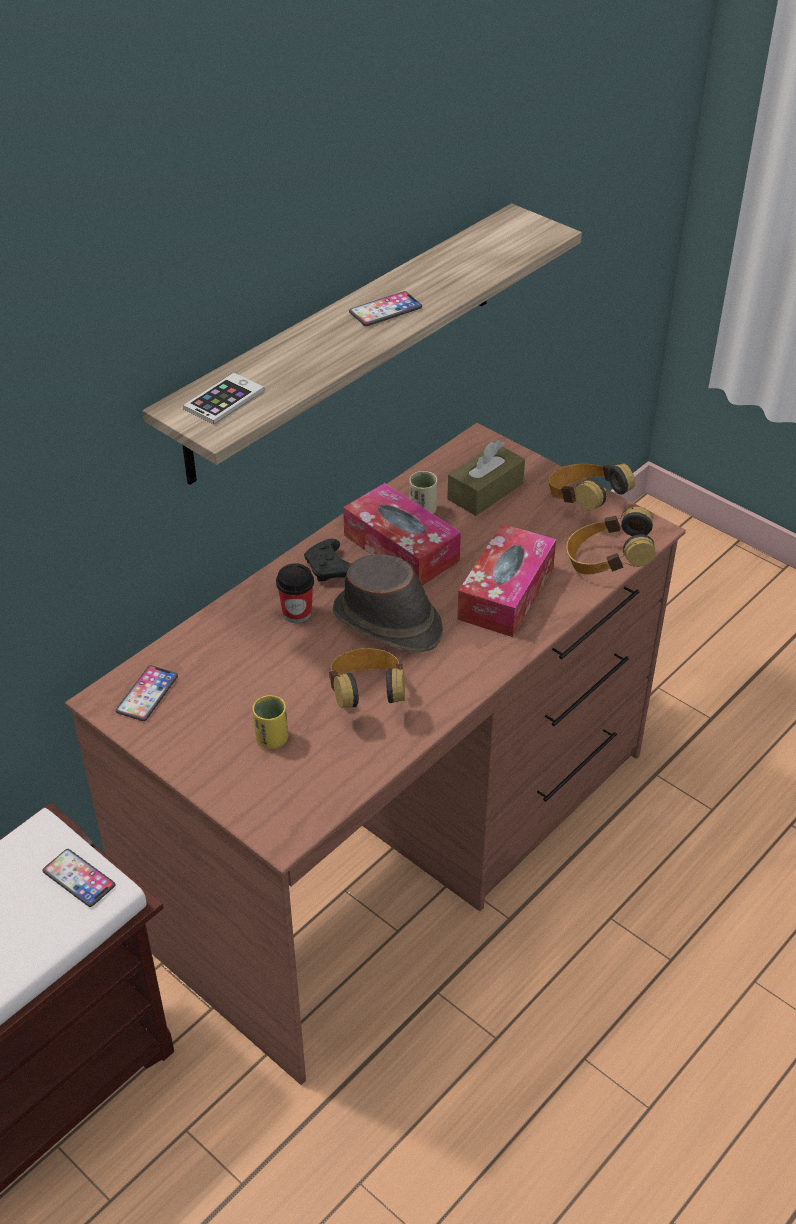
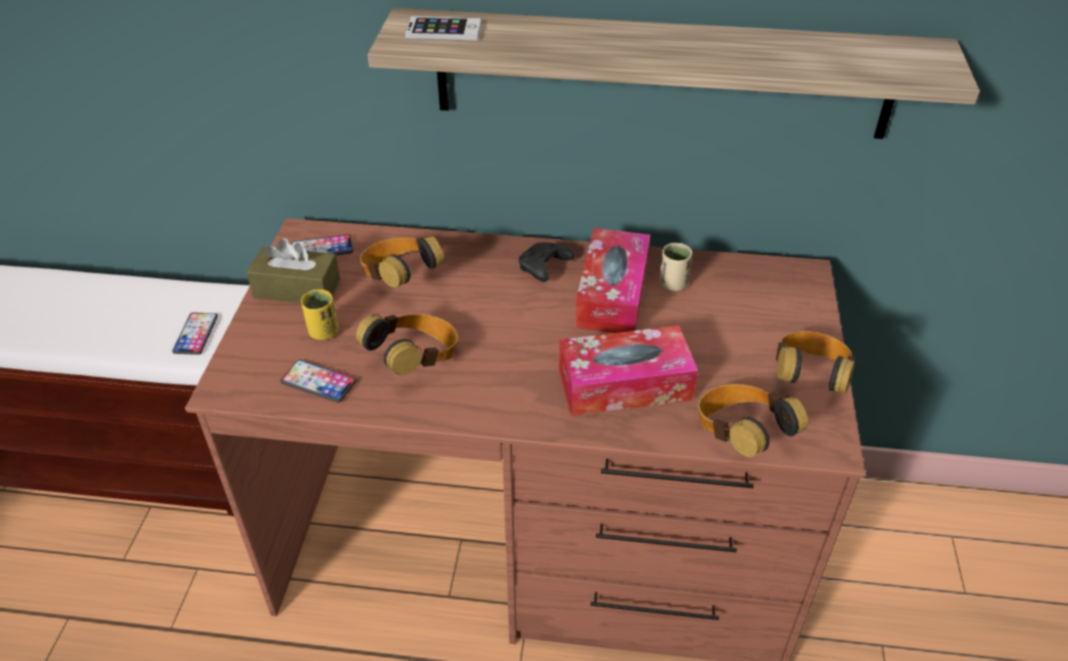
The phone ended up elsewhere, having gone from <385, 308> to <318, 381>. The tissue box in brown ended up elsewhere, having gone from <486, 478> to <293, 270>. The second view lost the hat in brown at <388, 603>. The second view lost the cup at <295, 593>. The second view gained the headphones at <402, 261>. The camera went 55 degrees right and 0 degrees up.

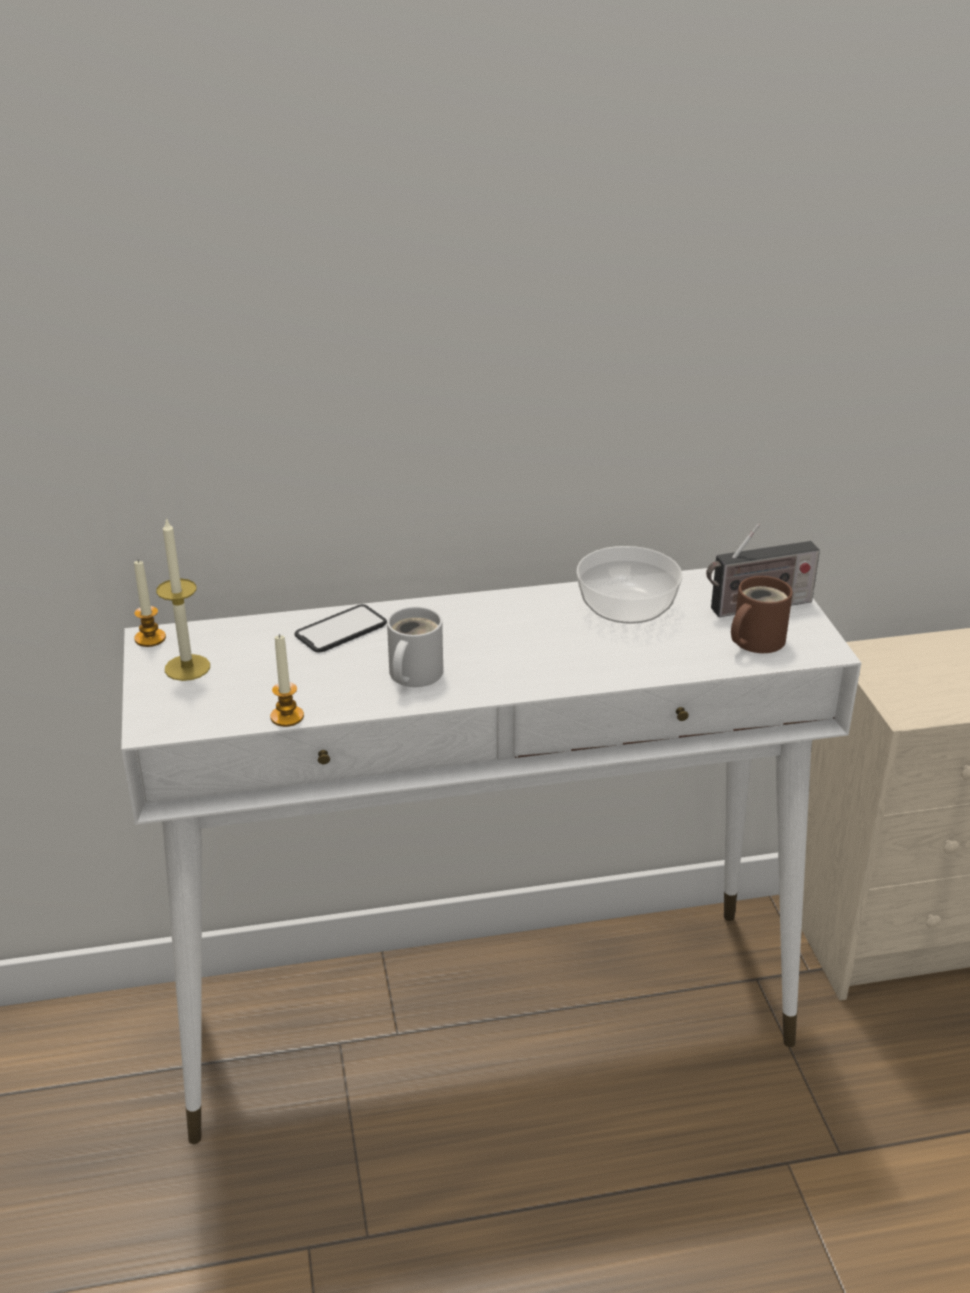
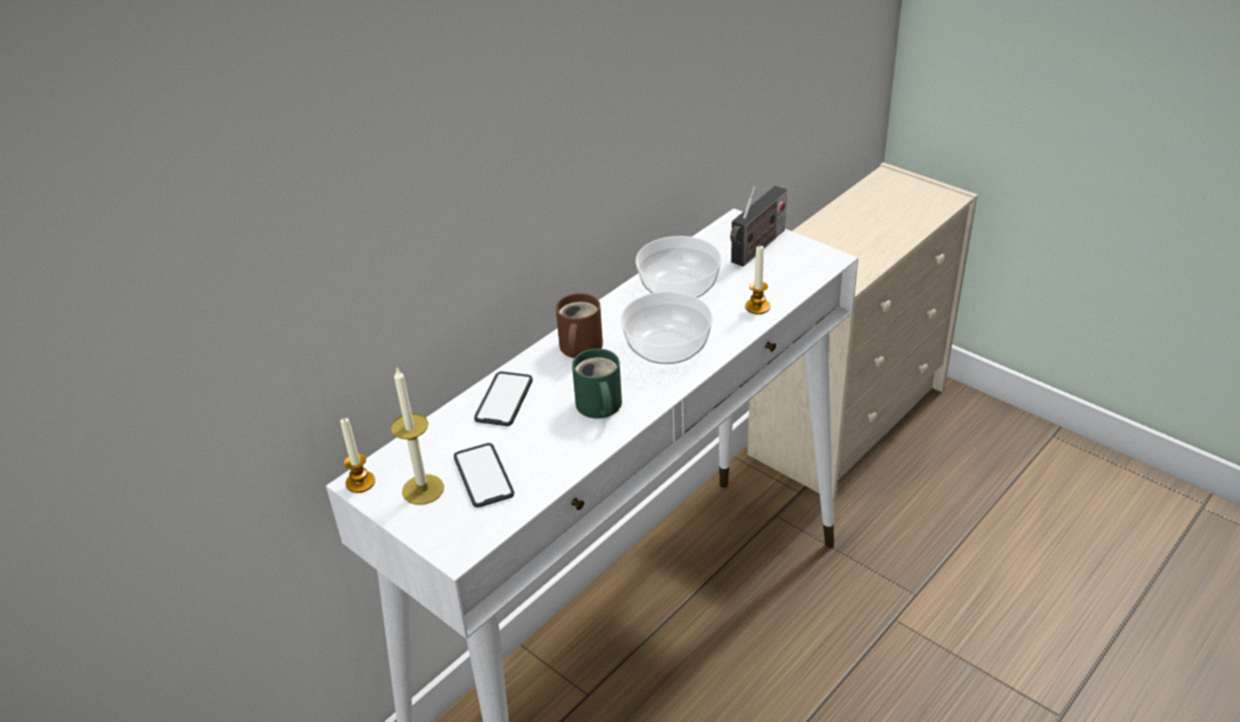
The mug in brown ended up elsewhere, having gone from <762, 614> to <579, 325>. What was the mug in white at <415, 647> turned into the mug in green at <597, 384>. The candle ended up elsewhere, having gone from <287, 680> to <757, 280>. The second view gained the bowl at <667, 327>. The second view gained the phone at <484, 475>. The camera went 35 degrees left and 5 degrees up.

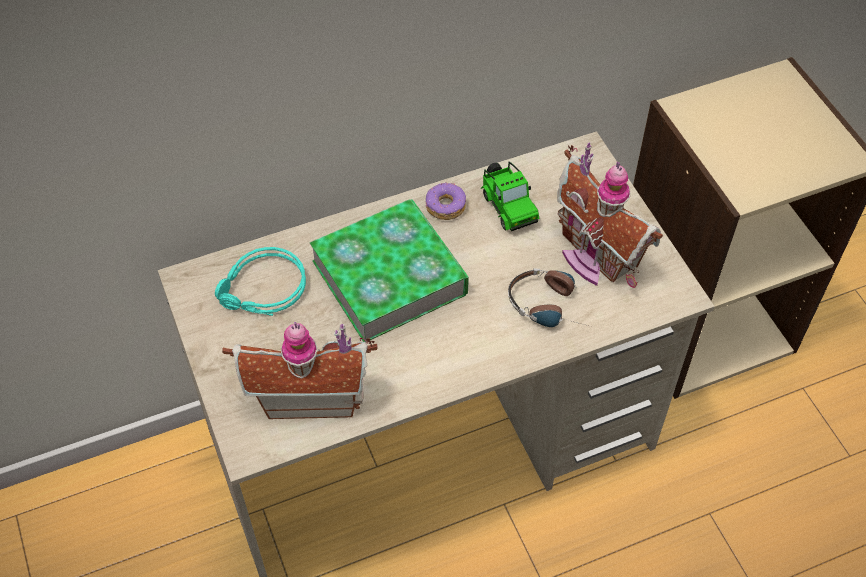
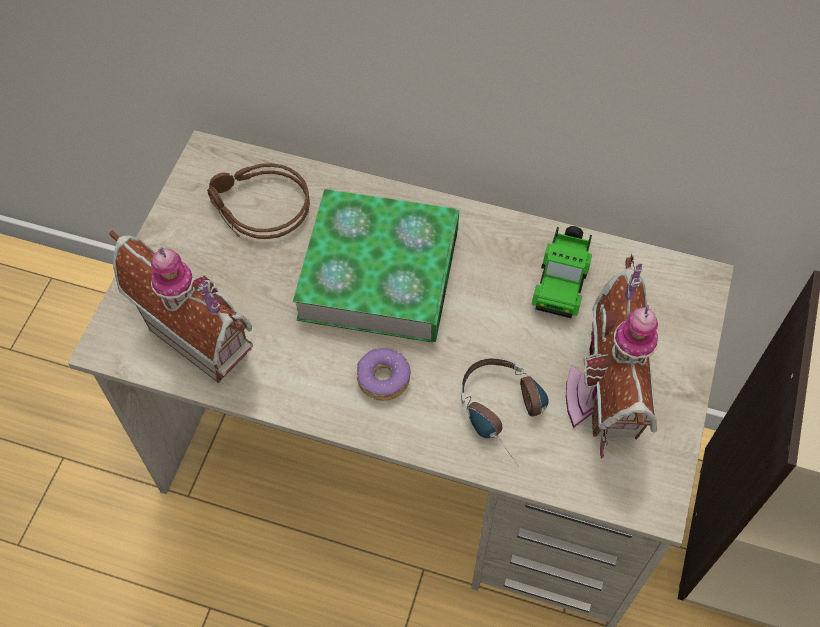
The donut ended up elsewhere, having gone from <446, 201> to <383, 374>. What was the headphones in turquoise at <260, 281> turned into the headphones in brown at <258, 201>. The camera went 40 degrees right and 5 degrees up.

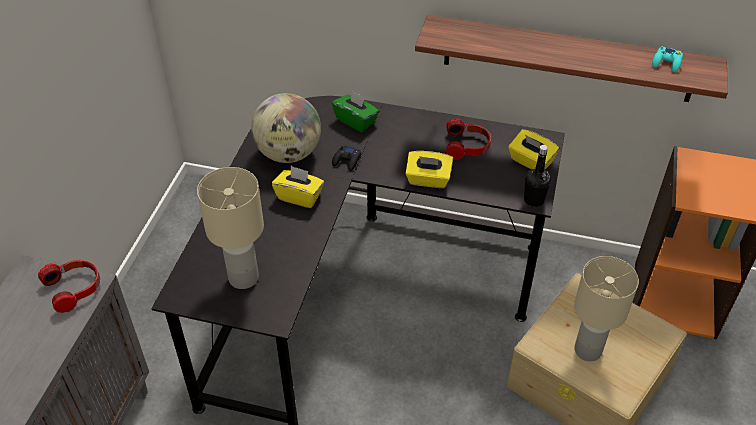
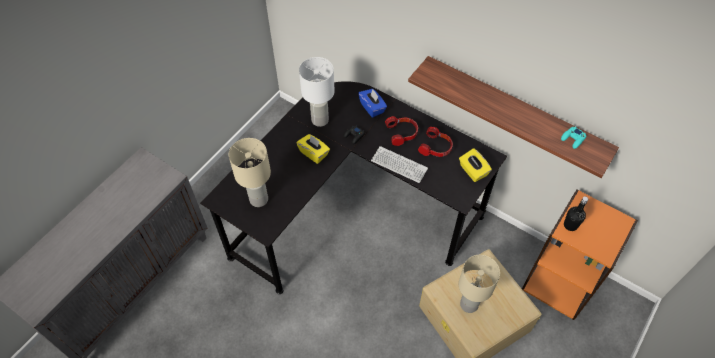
What was the tissue box in green at <355, 111> turned into the tissue box in blue at <372, 103>. Where the globe stood at <286, 128>, the table lamp in white came to stand at <317, 92>. The bottle in black ended up elsewhere, having gone from <537, 176> to <576, 213>. Where the tissue box in yellow stood at <429, 169>, the keyboard came to stand at <399, 164>. The headphones ended up elsewhere, having gone from <69, 286> to <401, 131>. The camera went 20 degrees right and 10 degrees up.

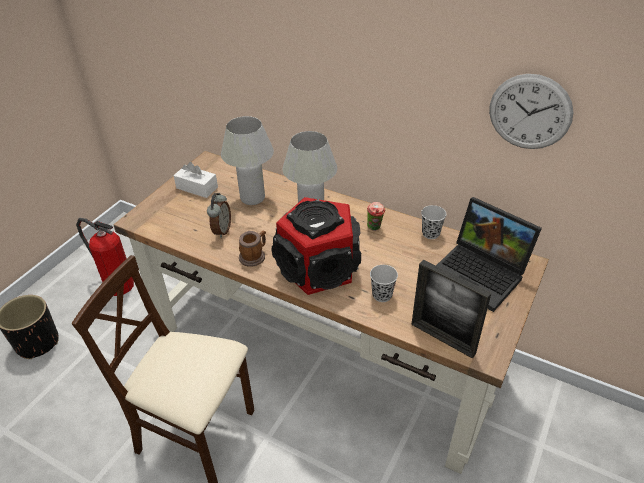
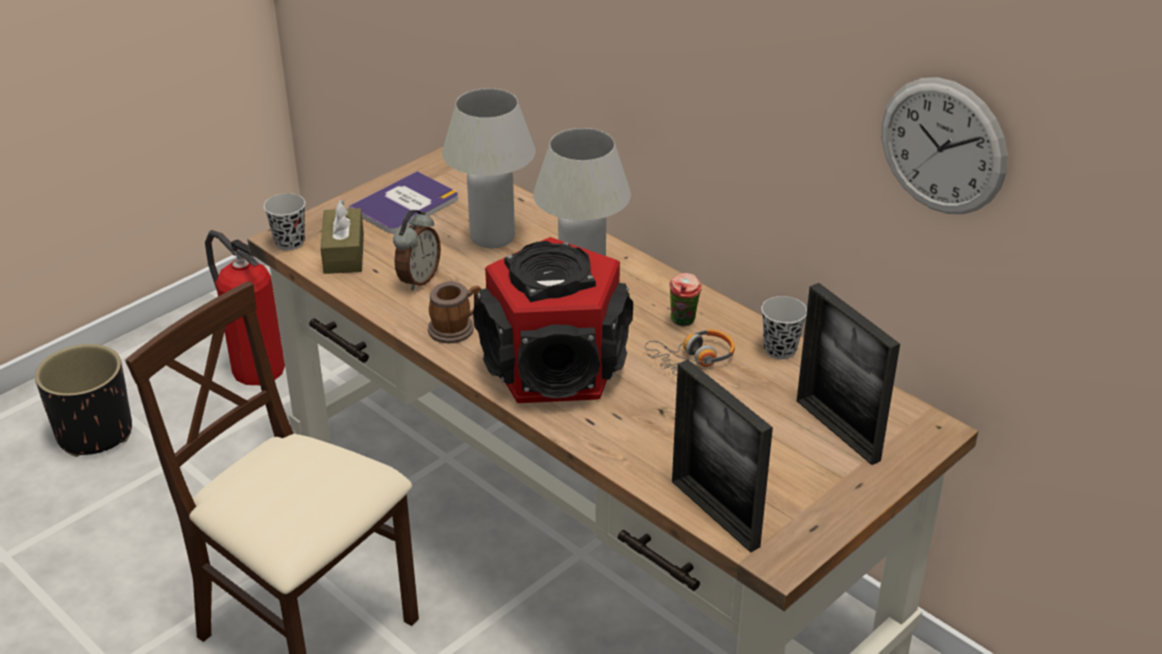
Where the tissue box in white stood at <196, 180>, the book came to stand at <403, 202>. Where the laptop stood at <489, 254>, the picture frame came to stand at <848, 374>. The cup in black ended up elsewhere, having gone from <384, 283> to <284, 221>. The second view gained the tissue box in brown at <342, 236>. The second view gained the headphones at <690, 352>. The camera went 15 degrees right and 5 degrees down.

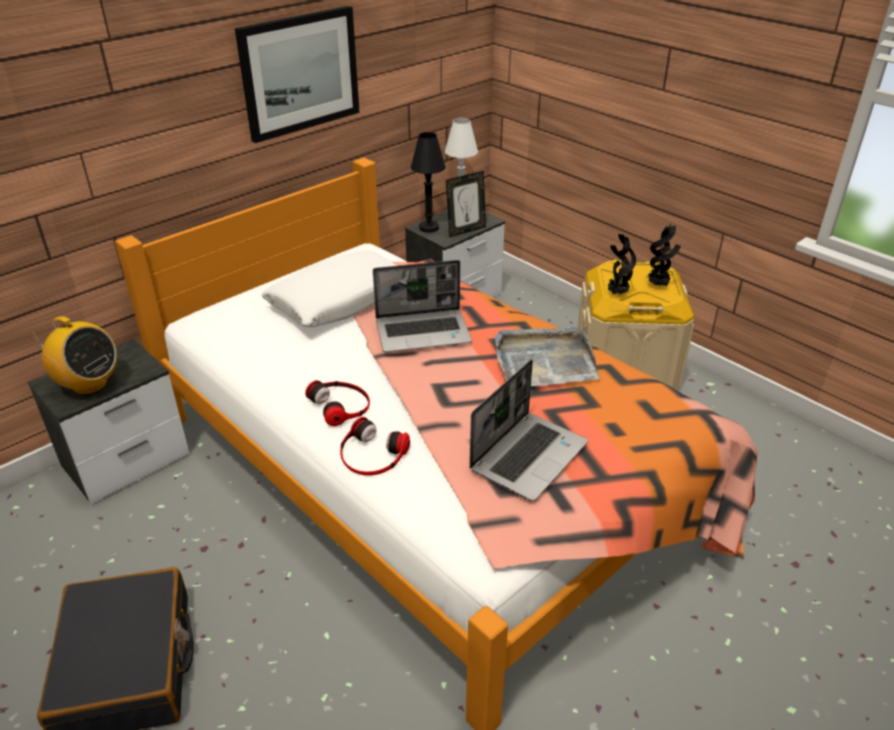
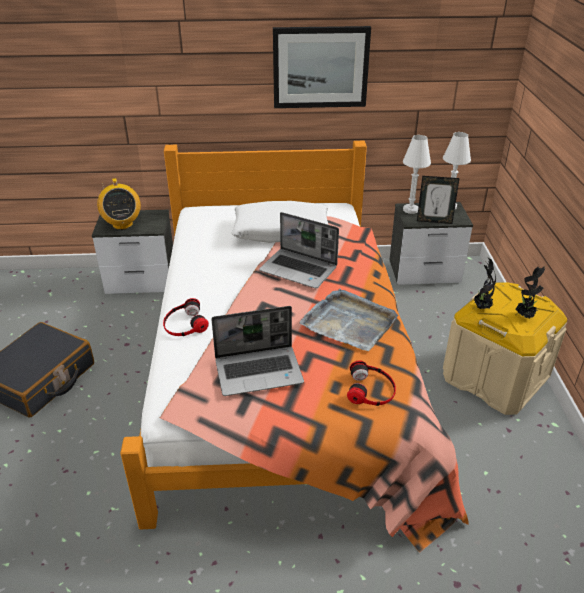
What was the table lamp in black at <428, 182> turned into the table lamp in white at <417, 174>. The headphones ended up elsewhere, having gone from <337, 403> to <371, 383>. The camera went 40 degrees right and 0 degrees up.

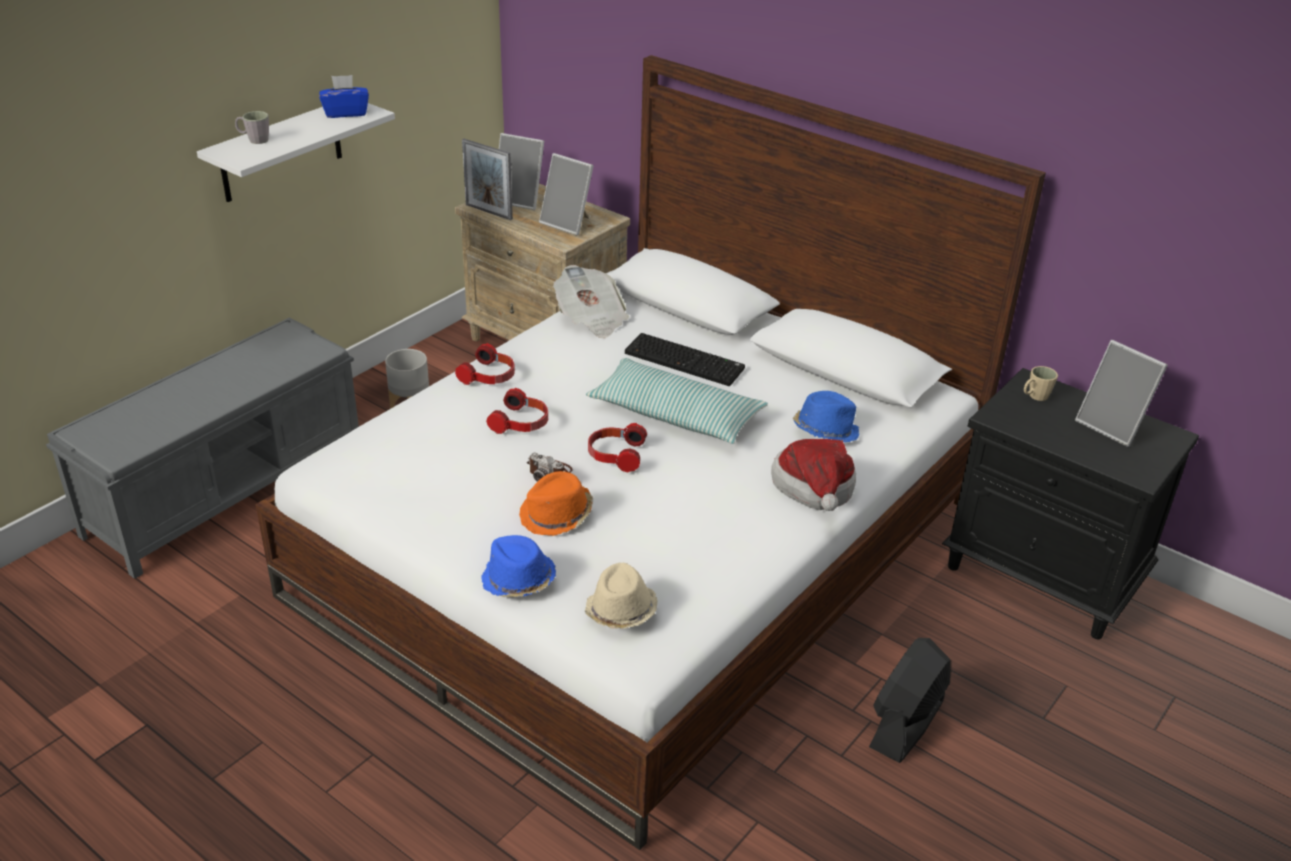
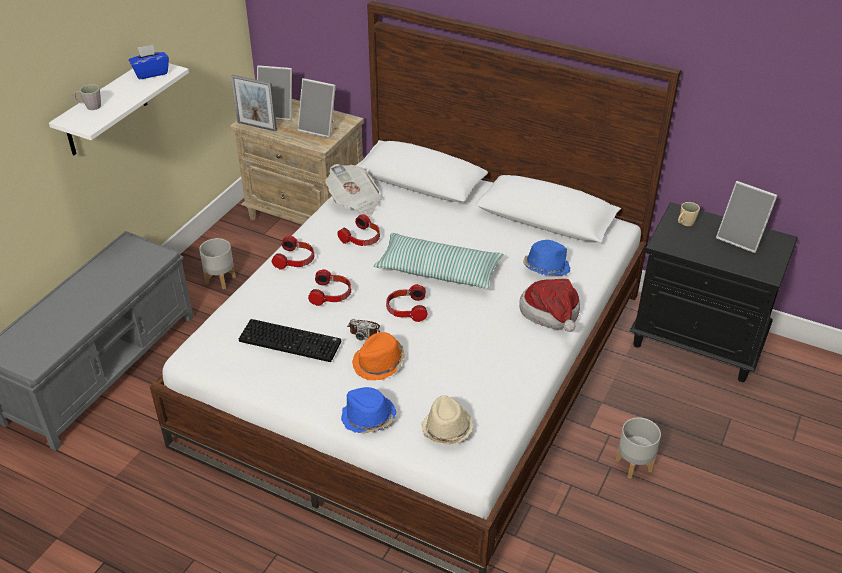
The keyboard ended up elsewhere, having gone from <685, 359> to <290, 340>. Where the fan in black stood at <910, 700>, the planter in grey came to stand at <638, 448>. The second view gained the headphones at <358, 230>. The camera went 10 degrees left and 5 degrees up.

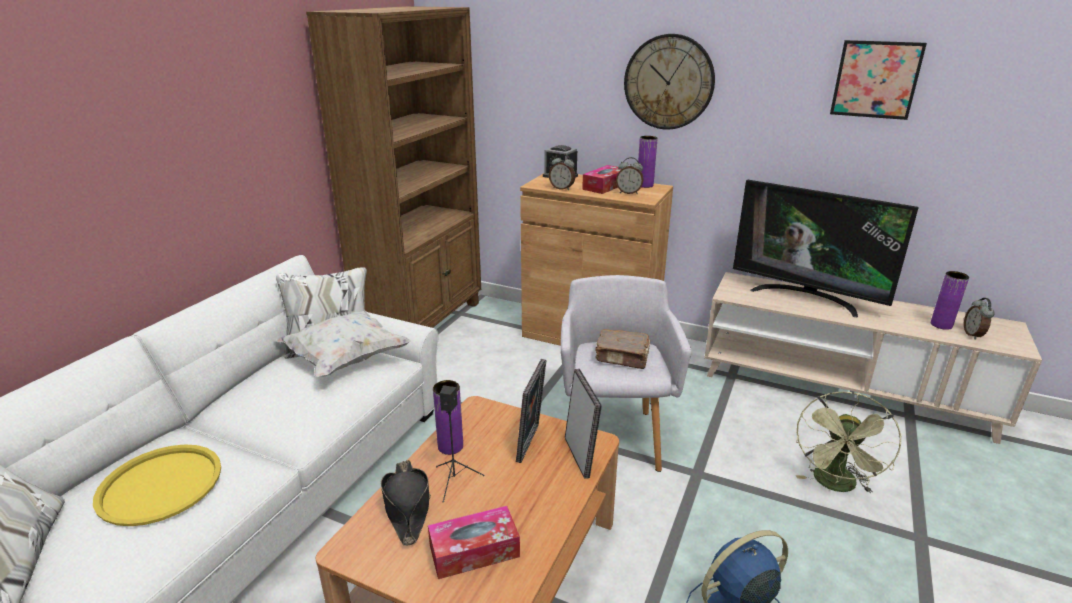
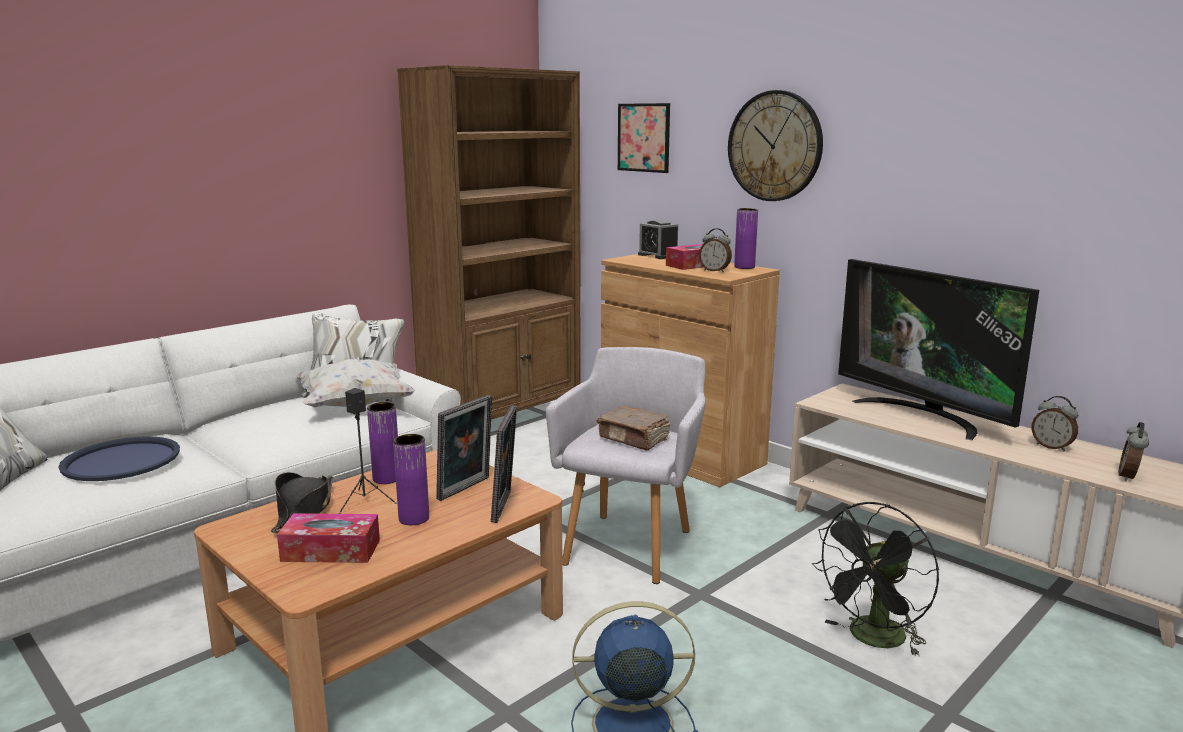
The picture ended up elsewhere, having gone from <878, 80> to <644, 138>. The alarm clock ended up elsewhere, having gone from <562, 172> to <1055, 423>. The vase in purple ended up elsewhere, having gone from <950, 300> to <411, 479>. What was the fan in green at <849, 442> turned into the fan in black at <875, 579>. What was the tray in yellow at <157, 485> turned into the tray in blue at <119, 458>. The camera went 20 degrees right and 10 degrees down.

